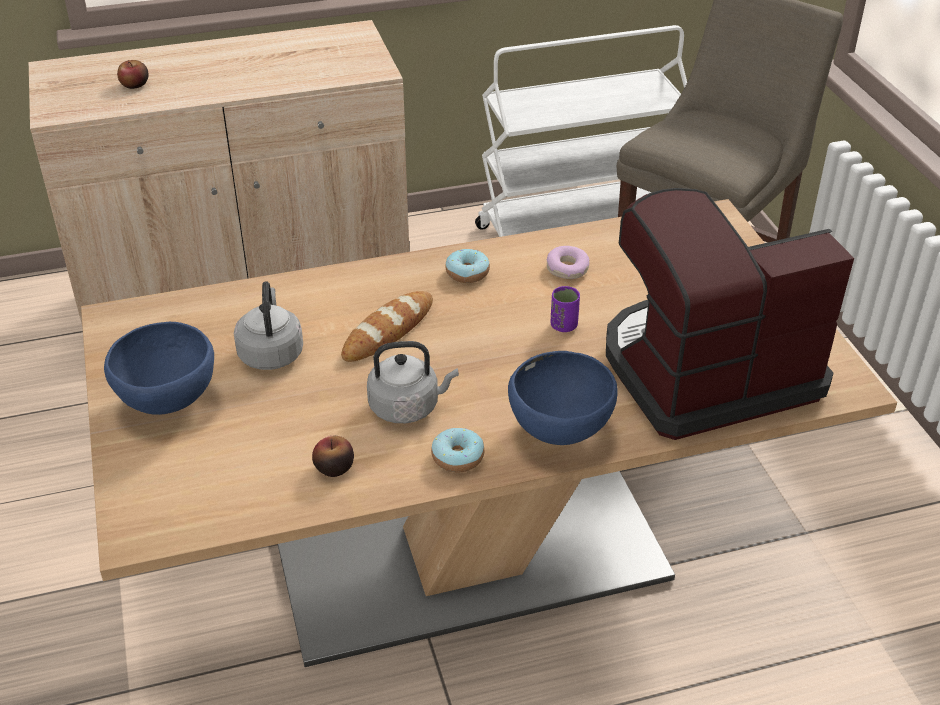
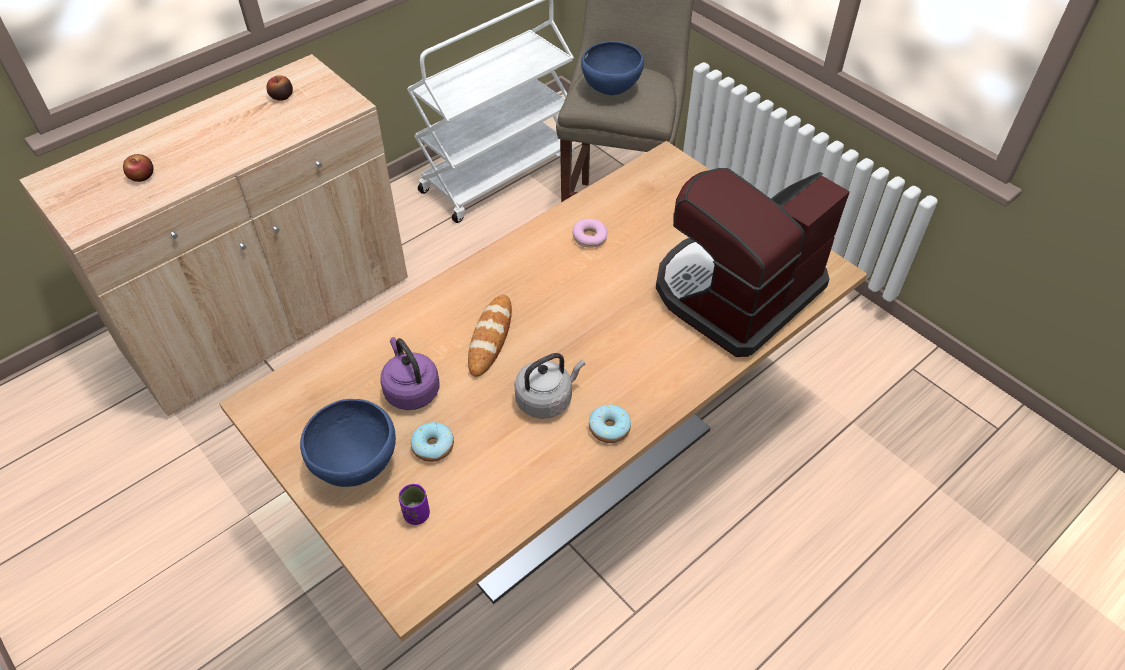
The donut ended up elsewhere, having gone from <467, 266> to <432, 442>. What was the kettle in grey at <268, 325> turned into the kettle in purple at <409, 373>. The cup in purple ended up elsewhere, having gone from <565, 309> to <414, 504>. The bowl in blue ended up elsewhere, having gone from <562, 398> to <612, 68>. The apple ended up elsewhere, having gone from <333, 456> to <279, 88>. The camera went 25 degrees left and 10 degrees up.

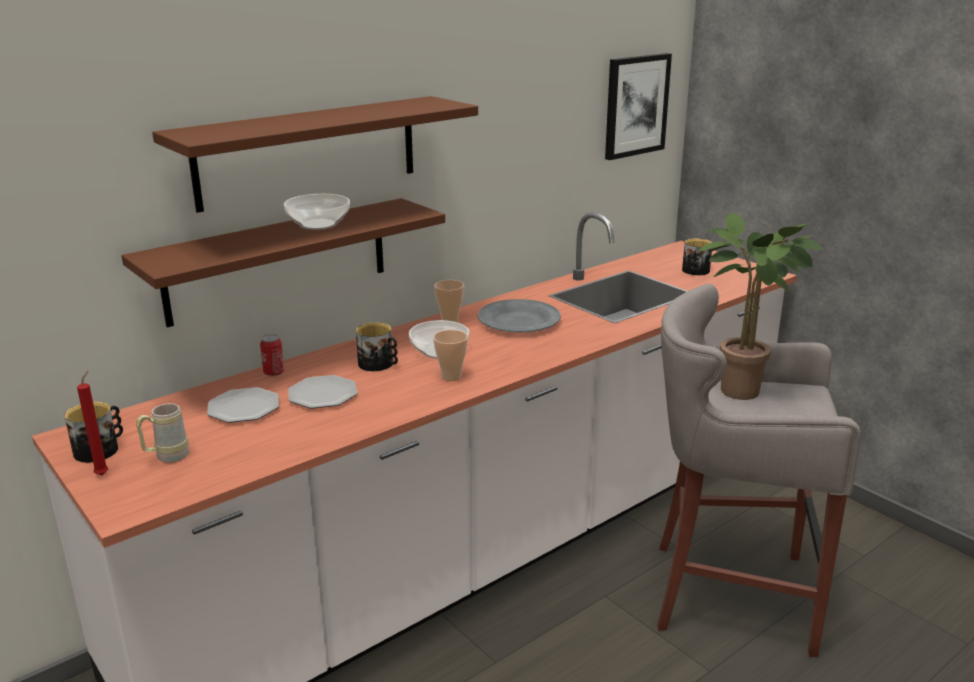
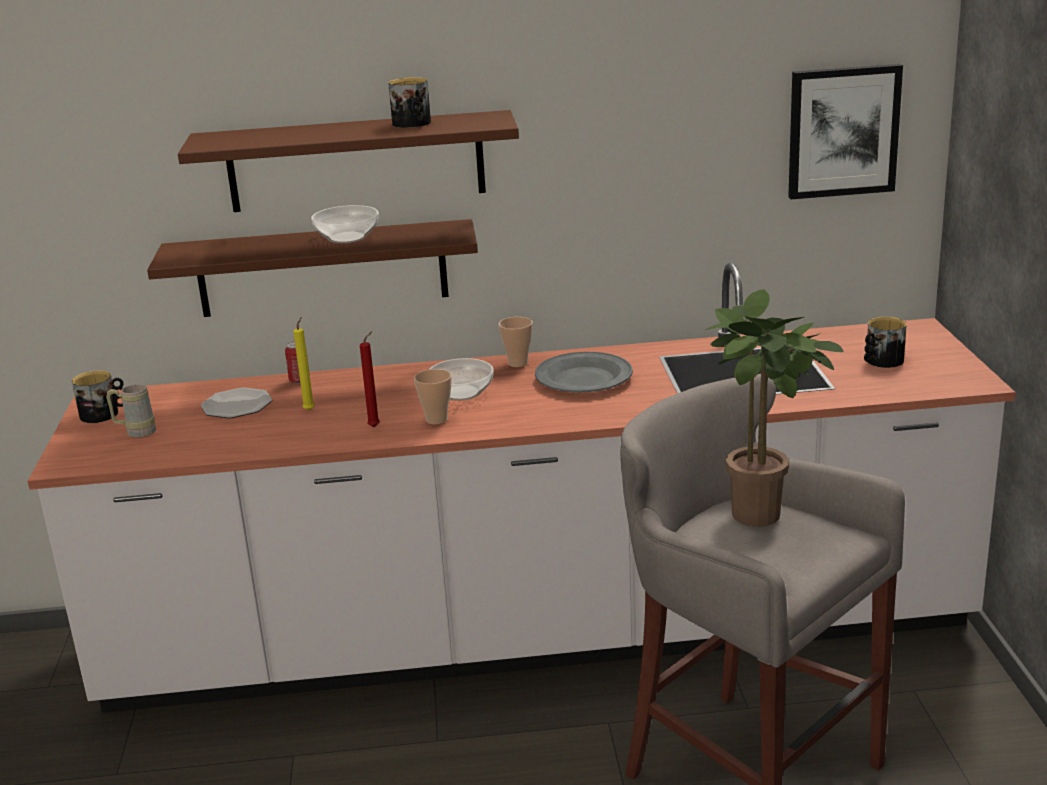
The mug ended up elsewhere, having gone from <377, 347> to <409, 102>. The candle in red ended up elsewhere, having gone from <92, 422> to <370, 379>. Where the plate stood at <322, 392>, the candle in yellow came to stand at <304, 364>. The camera went 35 degrees right and 0 degrees up.

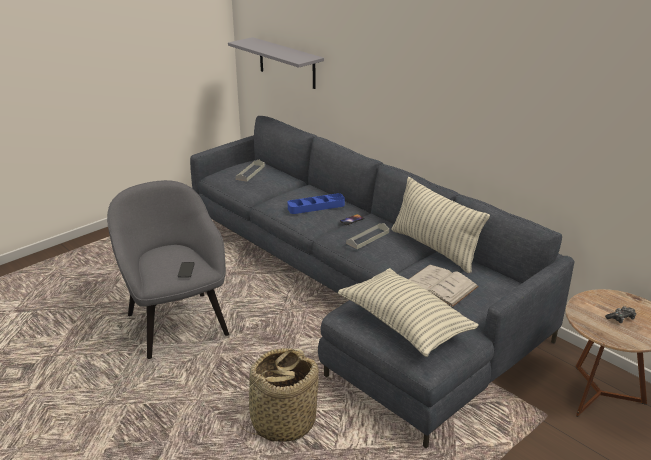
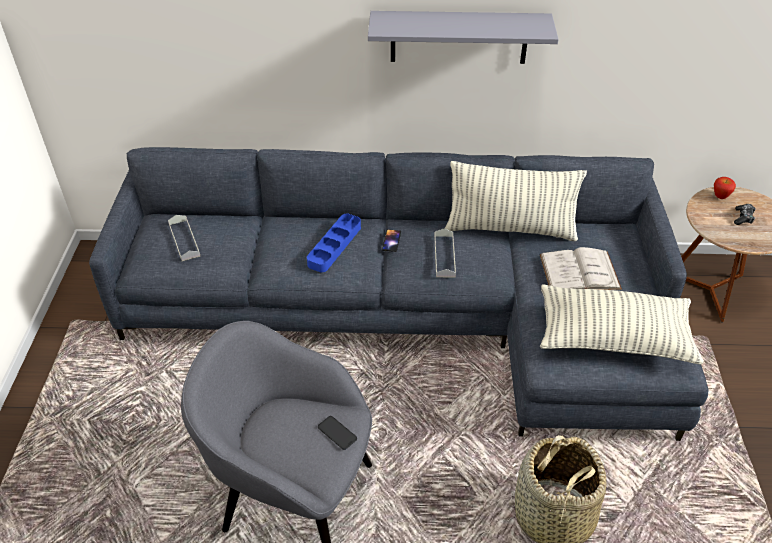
The shelf in grey ended up elsewhere, having gone from <276, 63> to <463, 37>. The second view gained the apple at <725, 188>. The camera went 45 degrees left and 15 degrees up.

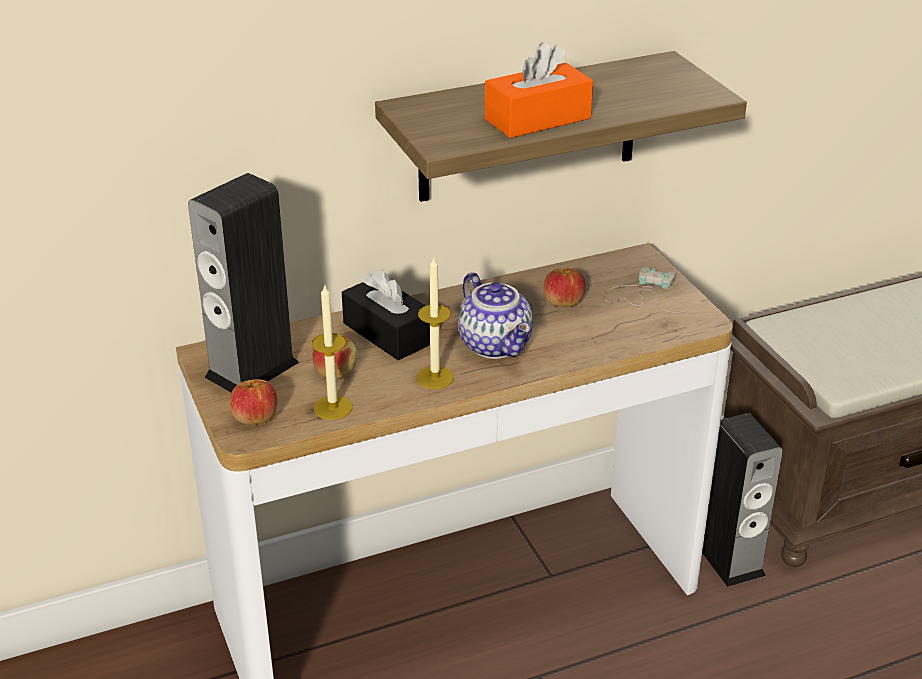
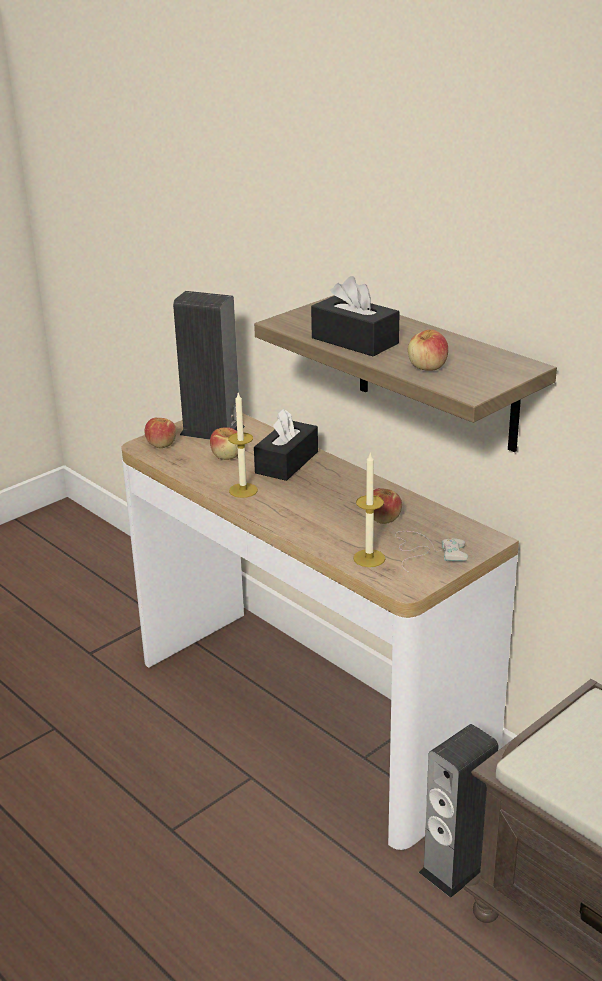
What was the tissue box in orange at <539, 90> turned into the tissue box in black at <355, 316>. The second view lost the teapot at <495, 315>. The candle ended up elsewhere, having gone from <332, 352> to <369, 509>. The second view gained the apple at <428, 350>. The camera went 70 degrees right and 5 degrees down.

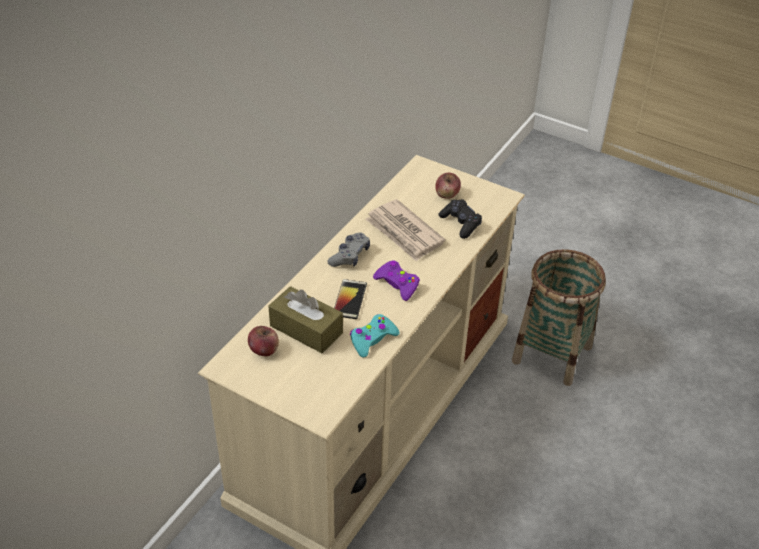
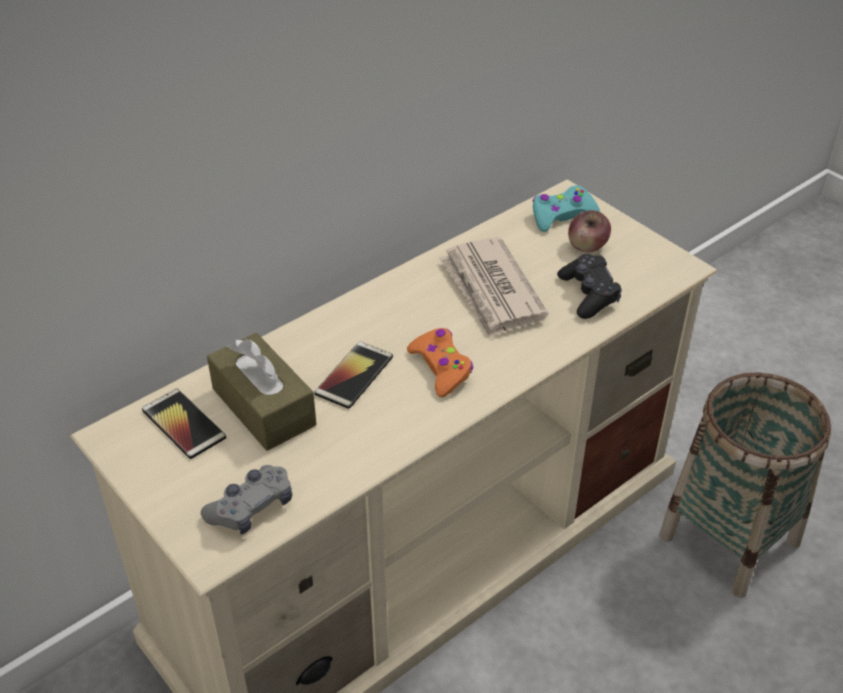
The game controller in grey ended up elsewhere, having gone from <348, 250> to <246, 500>. What was the game controller in purple at <396, 281> turned into the game controller in orange at <440, 362>. The game controller in turquoise ended up elsewhere, having gone from <375, 336> to <566, 209>. Where the apple stood at <263, 341>, the phone came to stand at <184, 424>. The camera went 20 degrees right and 0 degrees up.

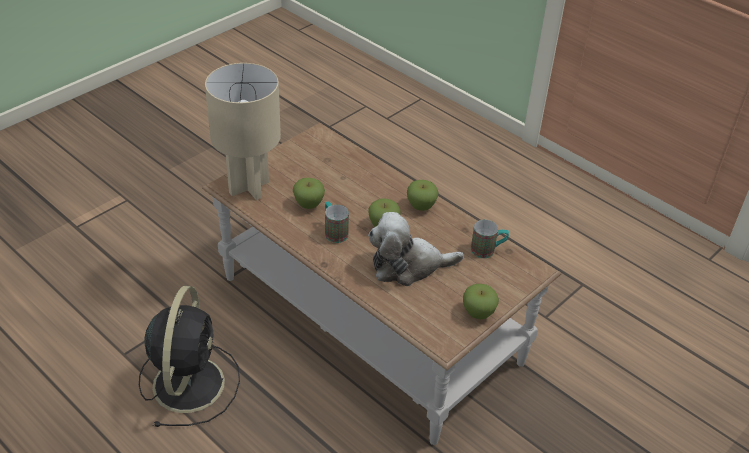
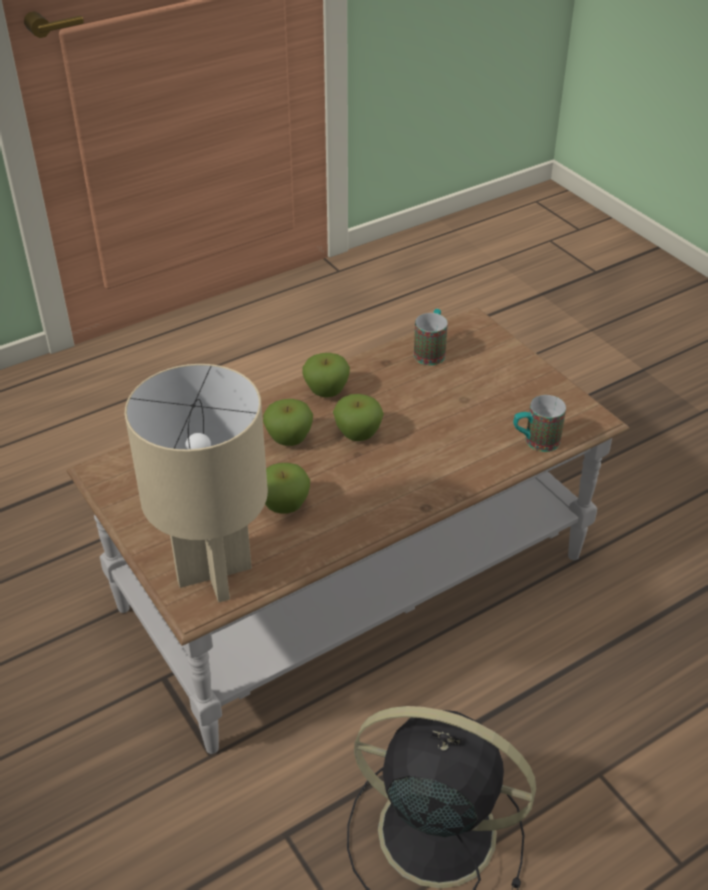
The mug ended up elsewhere, having gone from <337, 222> to <539, 423>. The second view lost the plush toy at <416, 249>. The apple ended up elsewhere, having gone from <481, 301> to <288, 422>. The camera went 75 degrees left and 0 degrees up.

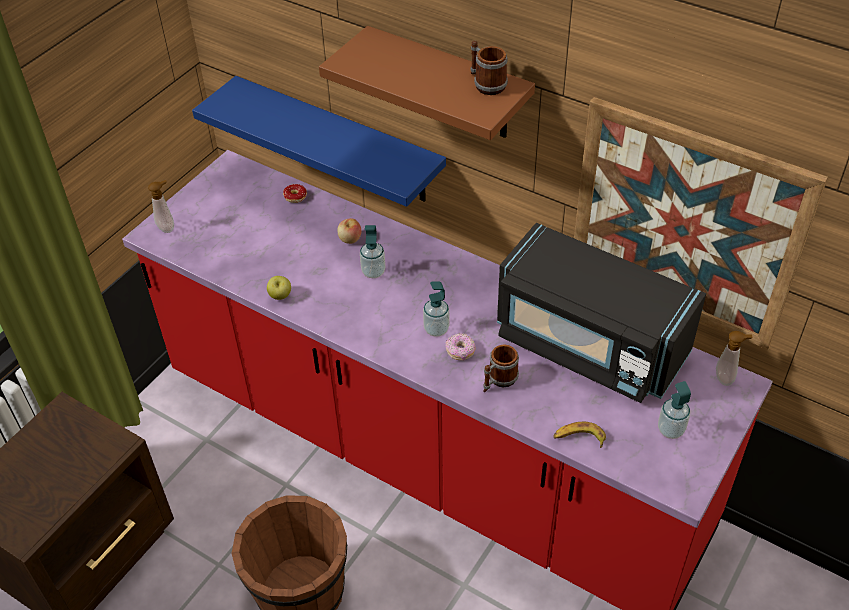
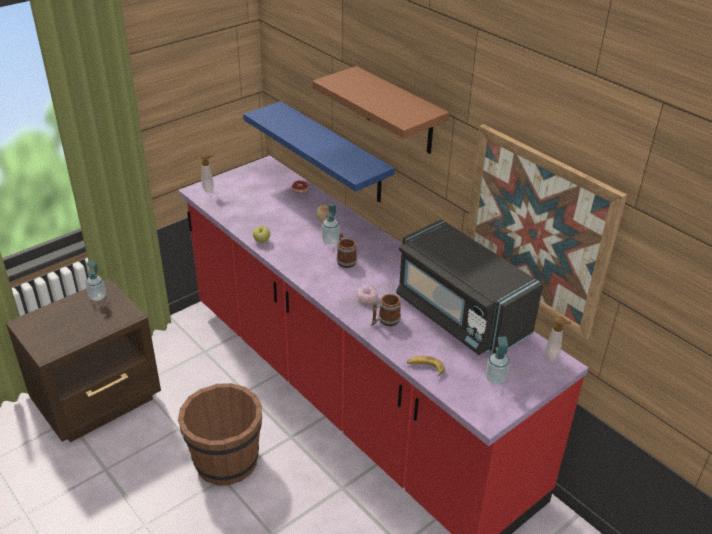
The mug ended up elsewhere, having gone from <489, 67> to <346, 250>. The soap dispenser ended up elsewhere, having gone from <436, 309> to <96, 281>. The camera went 15 degrees right and 10 degrees down.

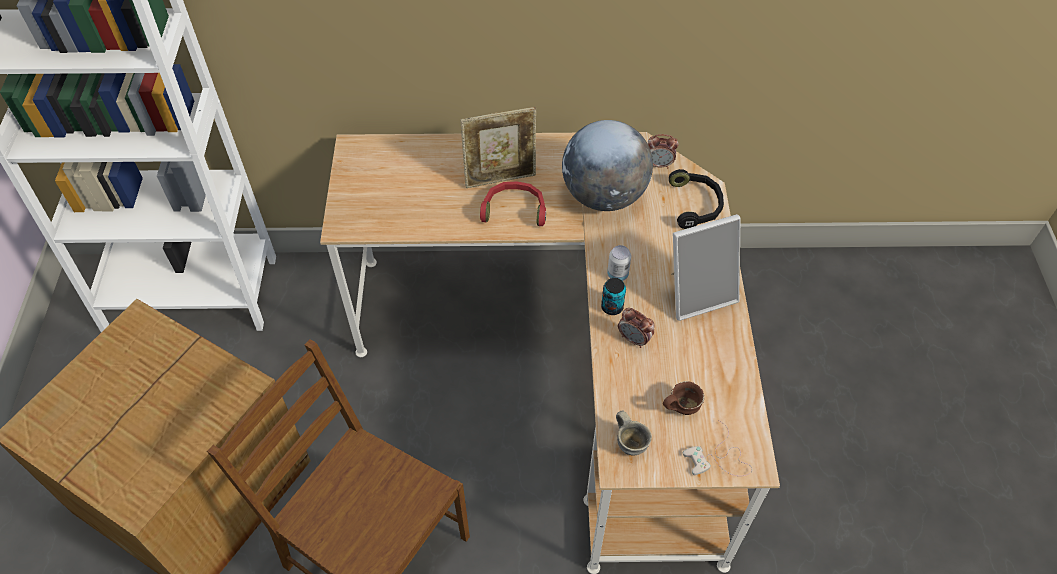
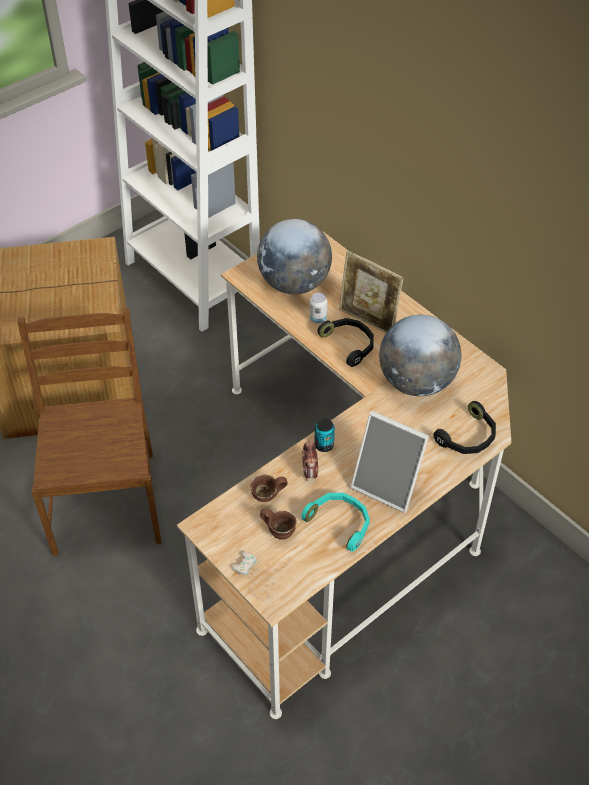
The second view lost the alarm clock at <663, 151>. What was the headphones in red at <513, 204> turned into the headphones in black at <345, 342>. The can ended up elsewhere, having gone from <619, 263> to <319, 308>. The second view lost the mug in grey at <634, 433>. The second view gained the globe at <294, 256>. The second view gained the mug in brown at <269, 488>. The second view gained the headphones in turquoise at <335, 522>. The camera went 50 degrees right and 5 degrees down.

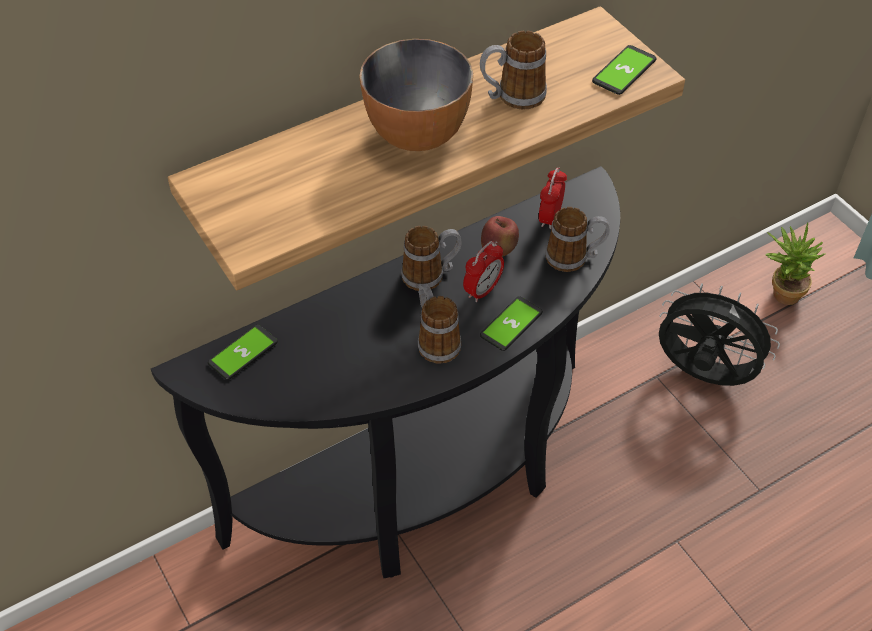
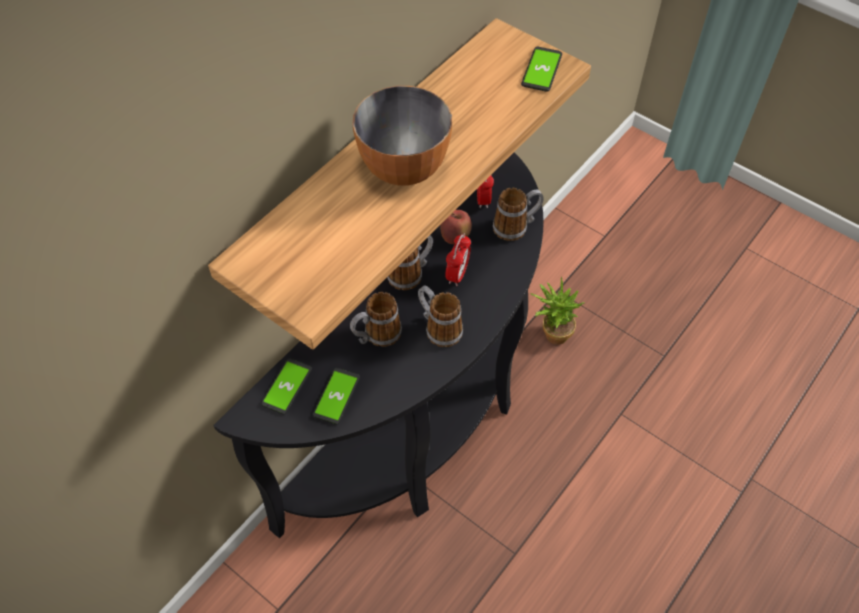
The mug ended up elsewhere, having gone from <513, 70> to <376, 319>. The potted plant ended up elsewhere, having gone from <796, 263> to <557, 311>. The second view lost the fan in black at <719, 334>. The phone ended up elsewhere, having gone from <511, 323> to <336, 396>. The camera went 20 degrees left and 5 degrees up.

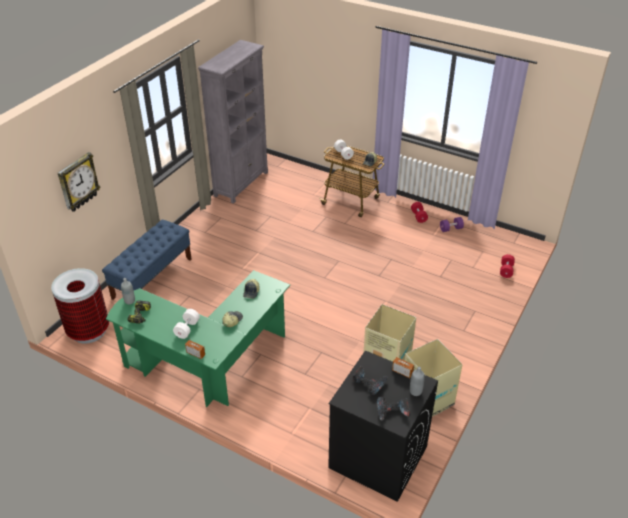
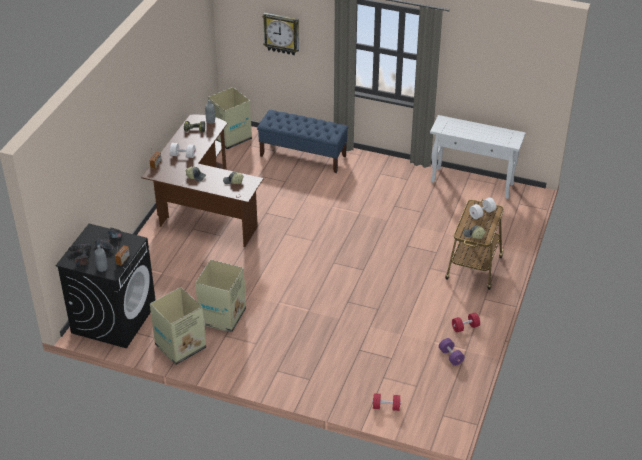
Where the bookcase in grey stood at <233, 122>, the console table in white came to stand at <478, 157>. Where the trash can stood at <80, 306>, the cardboard box came to stand at <230, 118>. What was the desk in green at <198, 338> turned into the desk in brown at <202, 181>. The camera went 80 degrees right and 0 degrees up.

